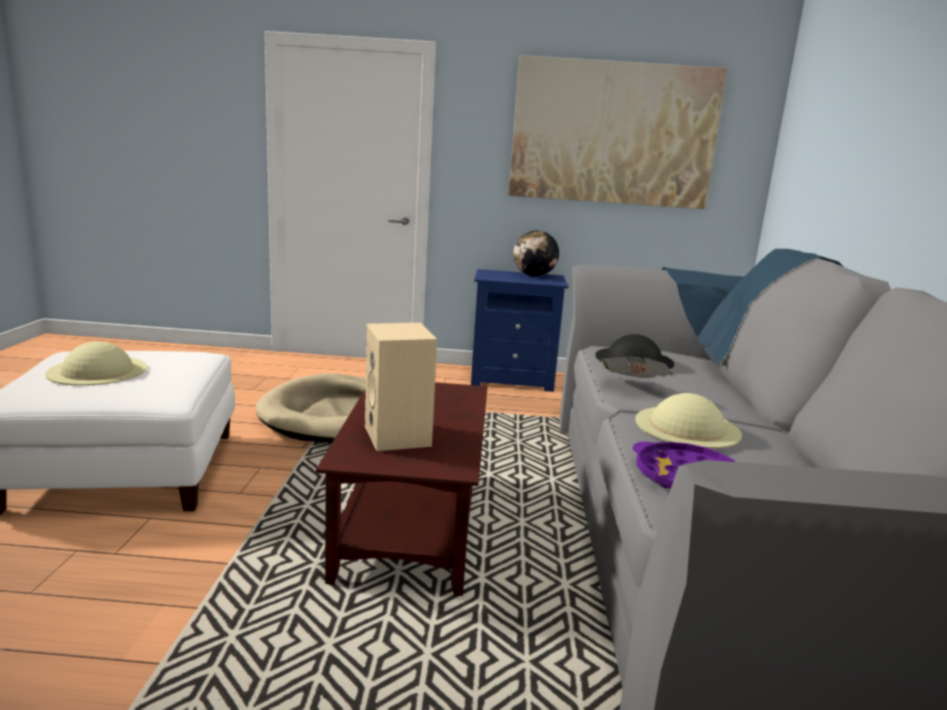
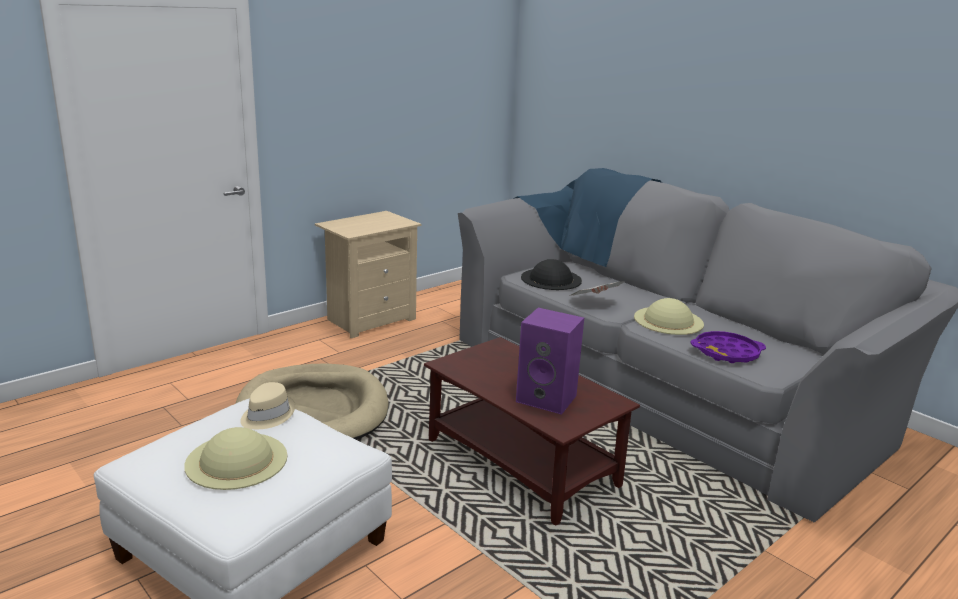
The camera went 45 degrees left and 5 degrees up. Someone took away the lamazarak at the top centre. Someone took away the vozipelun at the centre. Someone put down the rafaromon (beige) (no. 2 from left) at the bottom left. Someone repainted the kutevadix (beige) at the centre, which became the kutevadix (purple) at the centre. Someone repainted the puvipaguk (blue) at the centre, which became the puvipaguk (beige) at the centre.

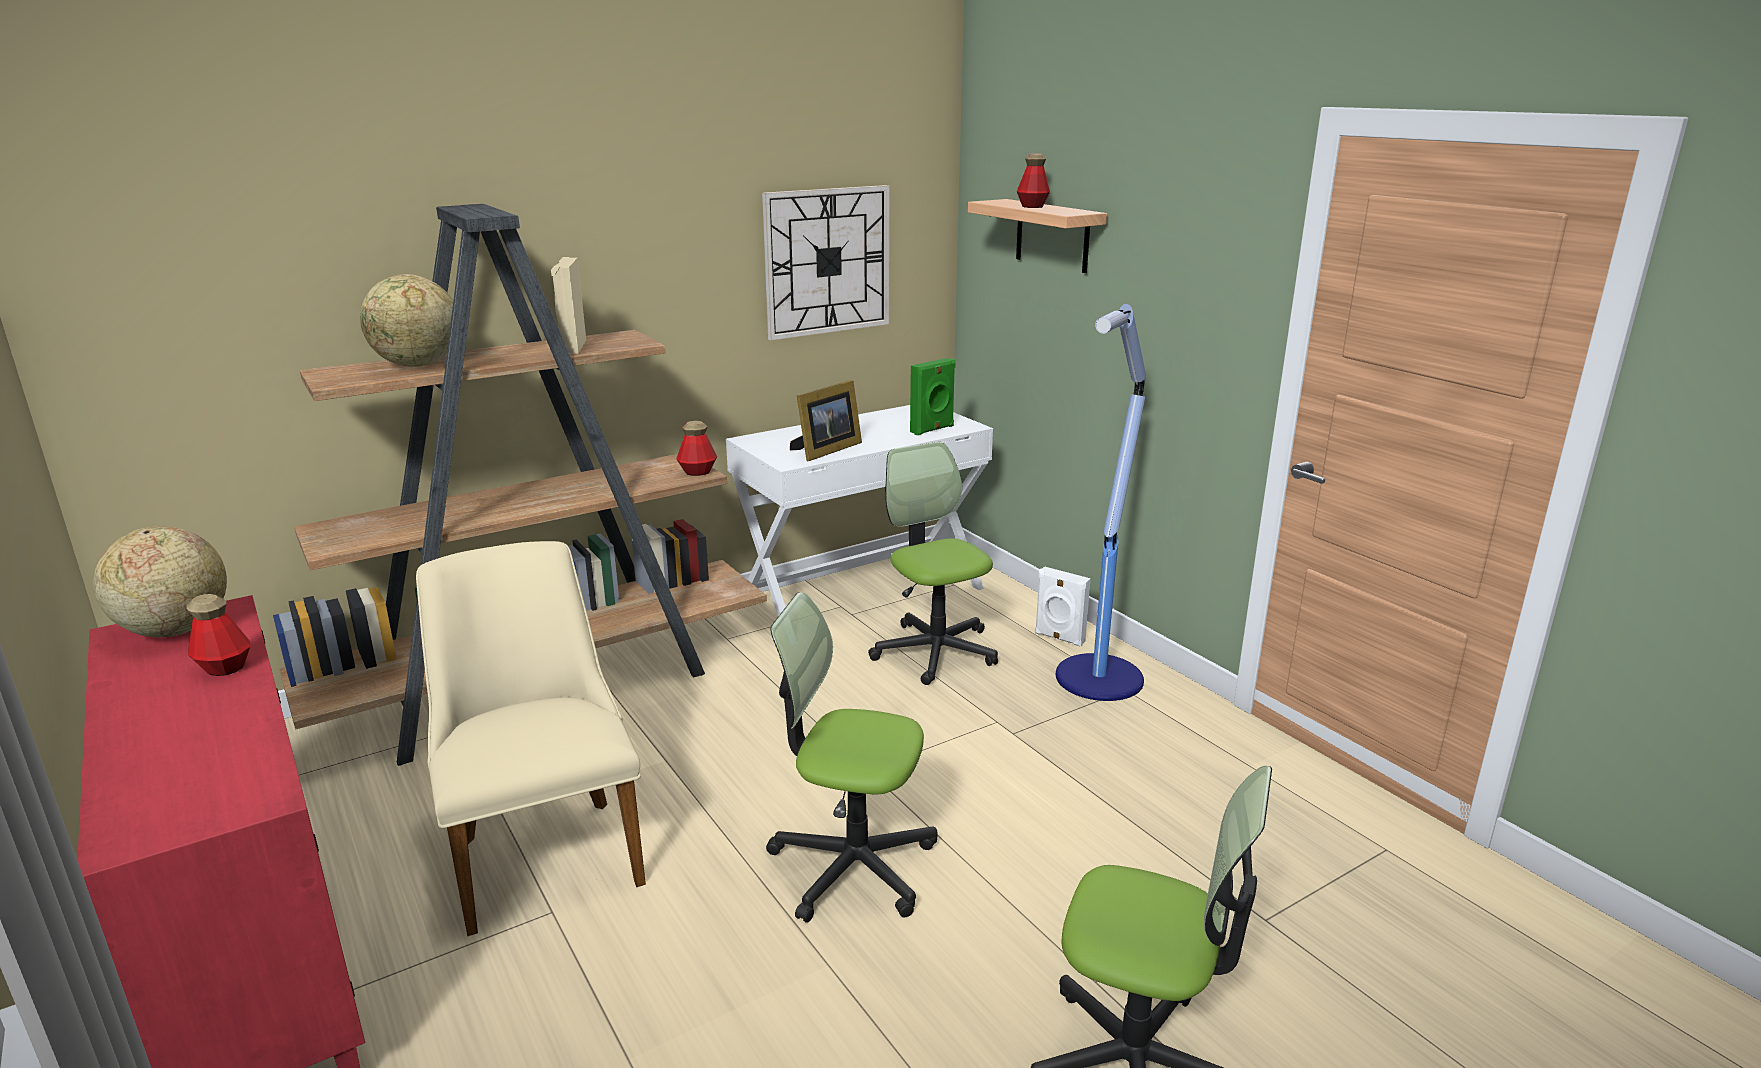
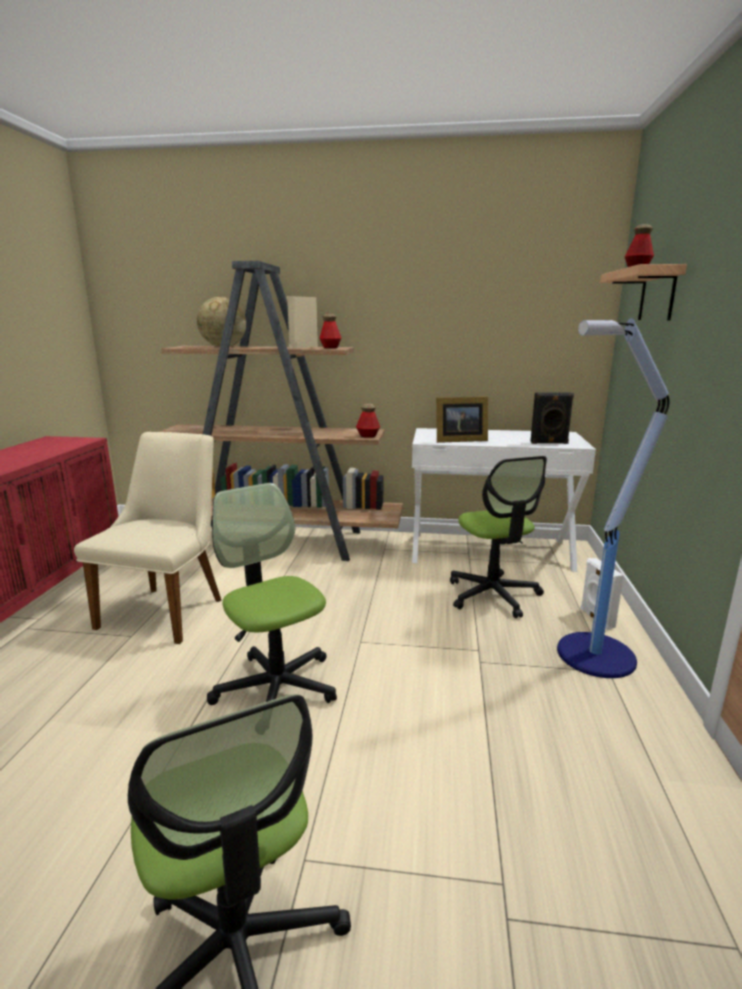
The camera went 40 degrees right and 5 degrees down. Someone took away the vozipelun (no. 1 from left) at the middle left. Someone took away the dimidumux at the top centre. Someone carried the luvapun (no. 1 from left) from the middle left to the centre. Someone repainted the kutevadix (green) at the centre, which became the kutevadix (black) at the middle right. Someone rotated the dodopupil (no. 2 from left in the first image) at the centre by 150 degrees clockwise.

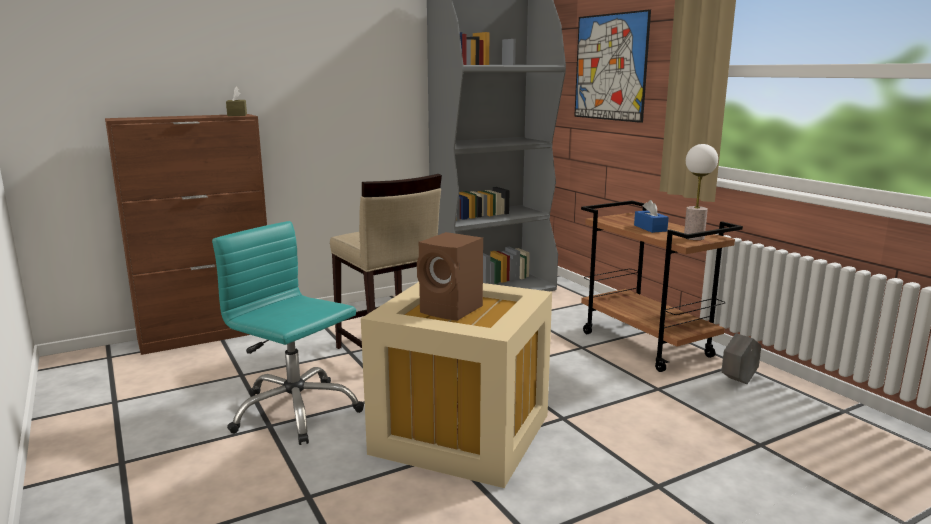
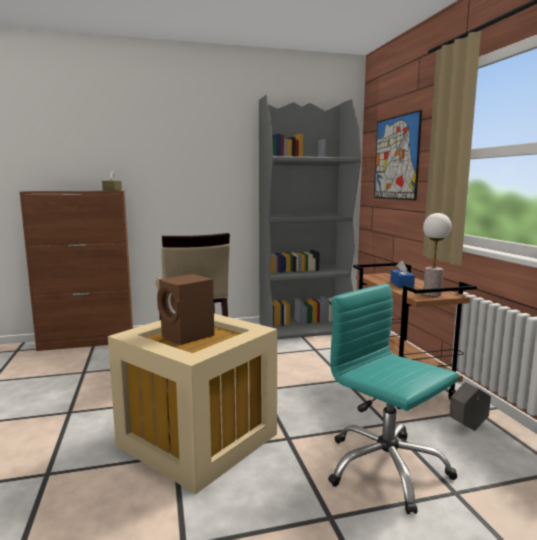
The camera went 15 degrees right and 5 degrees down. Someone carried the dodopupil (turquoise) from the middle left to the bottom right.

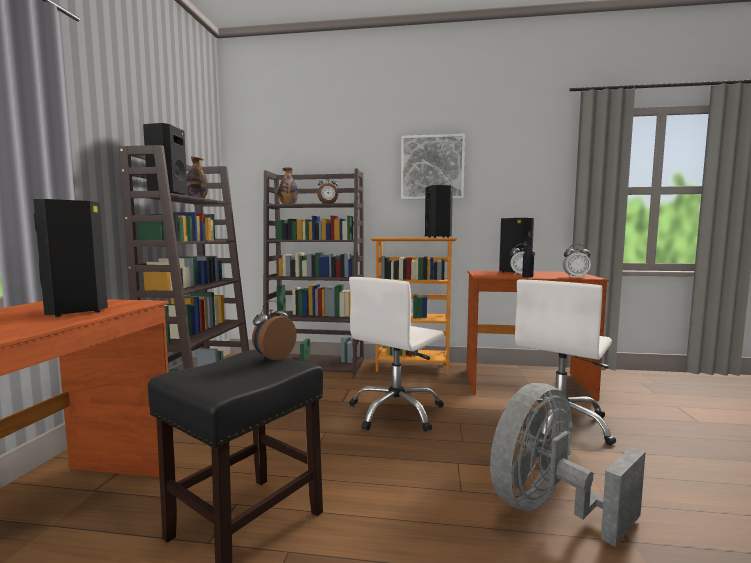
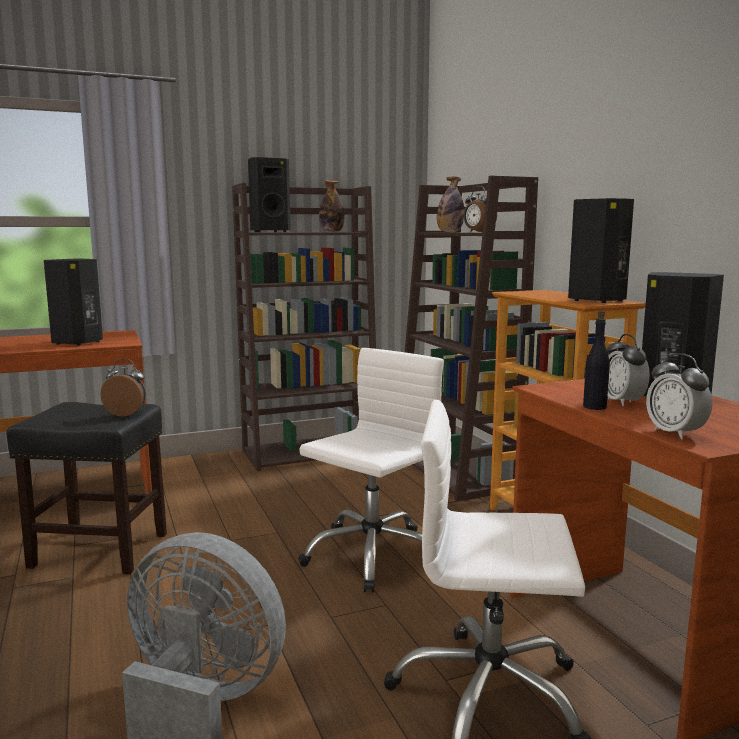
The camera went 60 degrees right and 5 degrees up. Someone took away the lamazarak at the top centre. Someone rotated the dodopupil (white) (no. 1 from left) at the centre by 120 degrees clockwise.

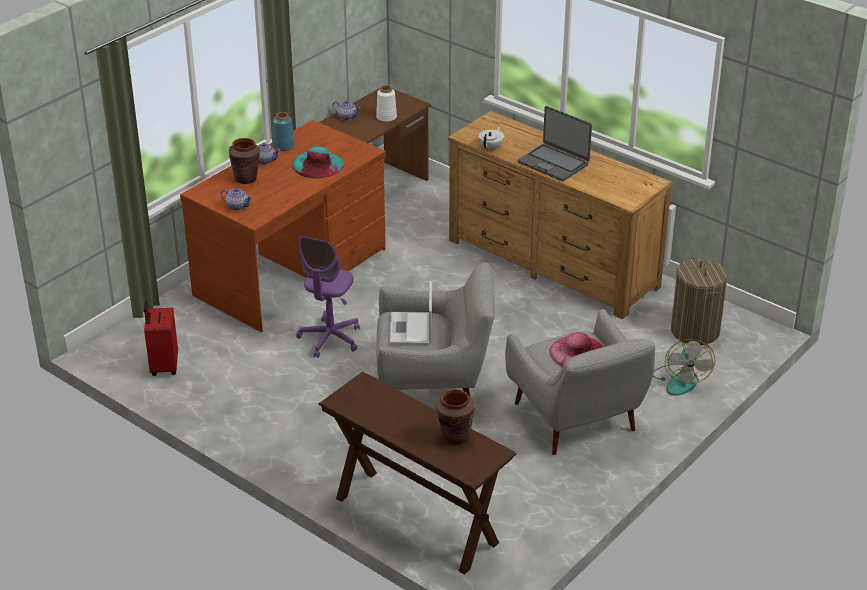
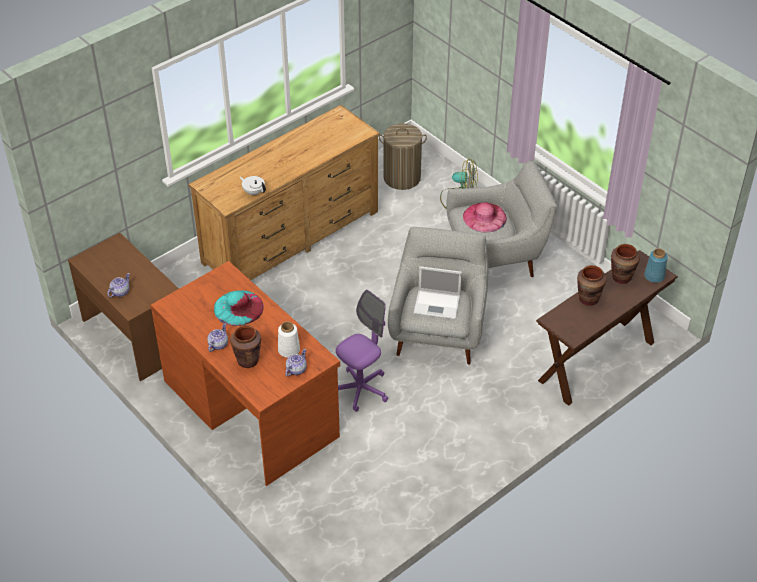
The camera went 80 degrees left and 10 degrees up. Someone took away the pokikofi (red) at the middle left. Someone took away the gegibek (no. 2 from left) at the top centre. Someone put down the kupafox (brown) (no. 2 from left) at the middle right. Someone carried the kupafox (blue) from the top left to the middle right. Someone carried the kupafox (white) from the top centre to the centre. Someone rotated the dodopupil (purple) at the centre by 75 degrees counterclockwise.

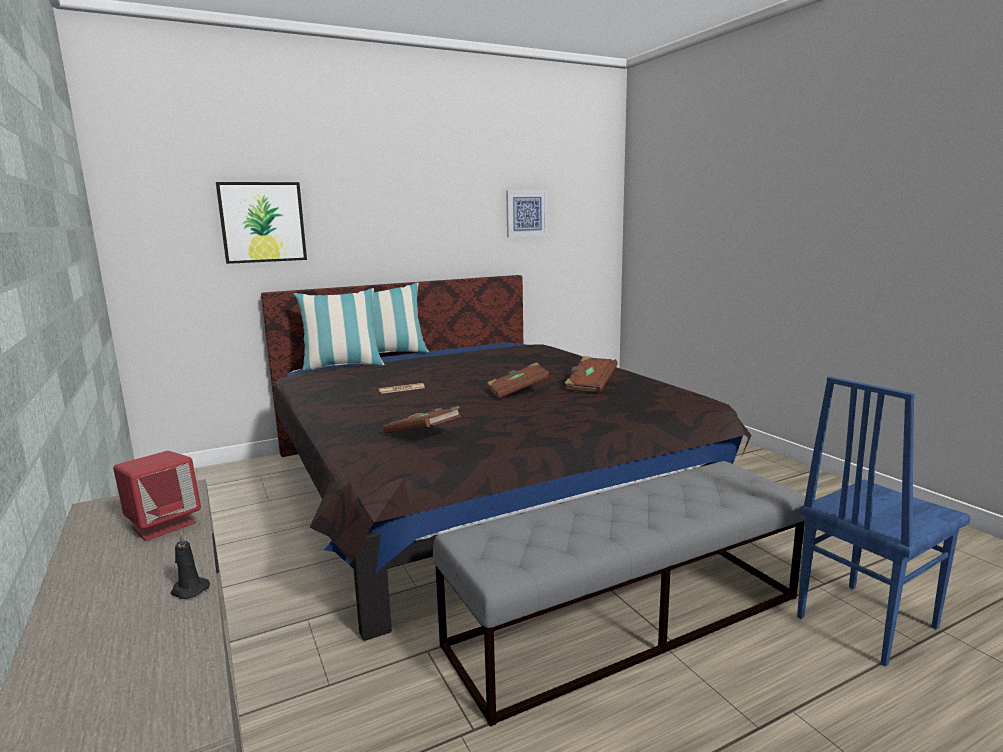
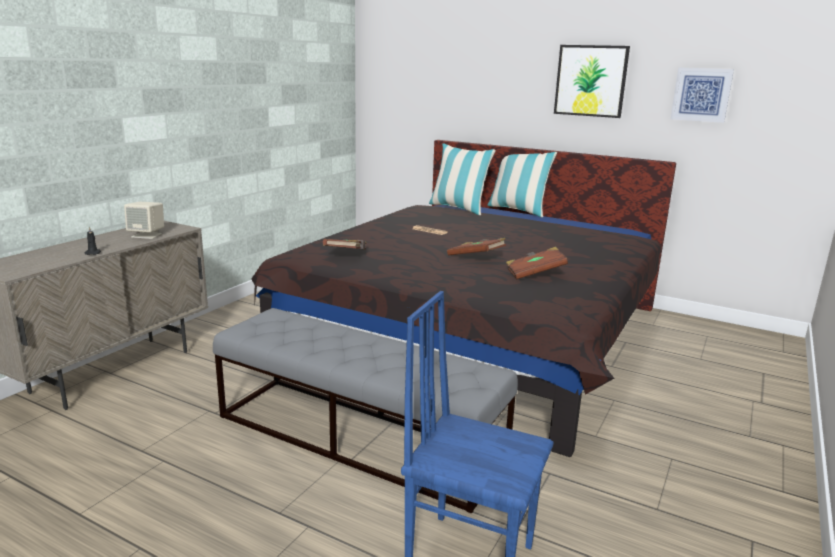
The camera went 55 degrees right and 5 degrees up. Someone carried the lamazarak (no. 1 from left) from the top left to the top right. Someone repainted the kutevadix (red) at the middle left, which became the kutevadix (beige) at the middle left.

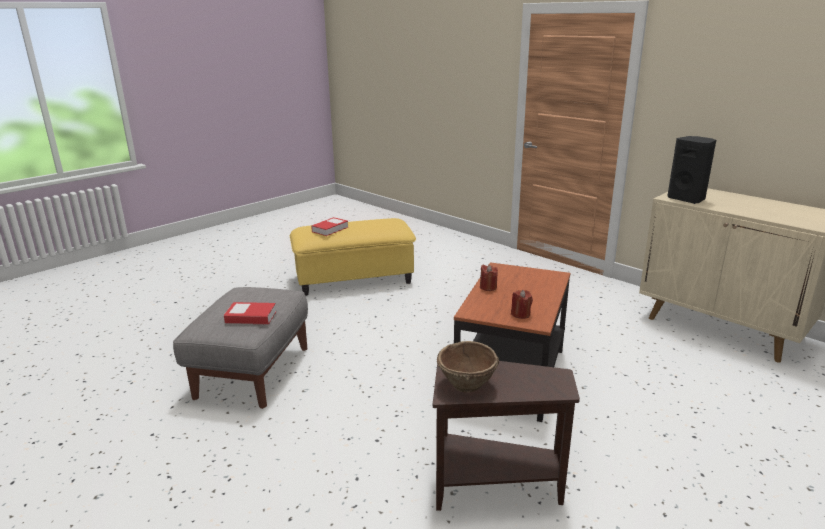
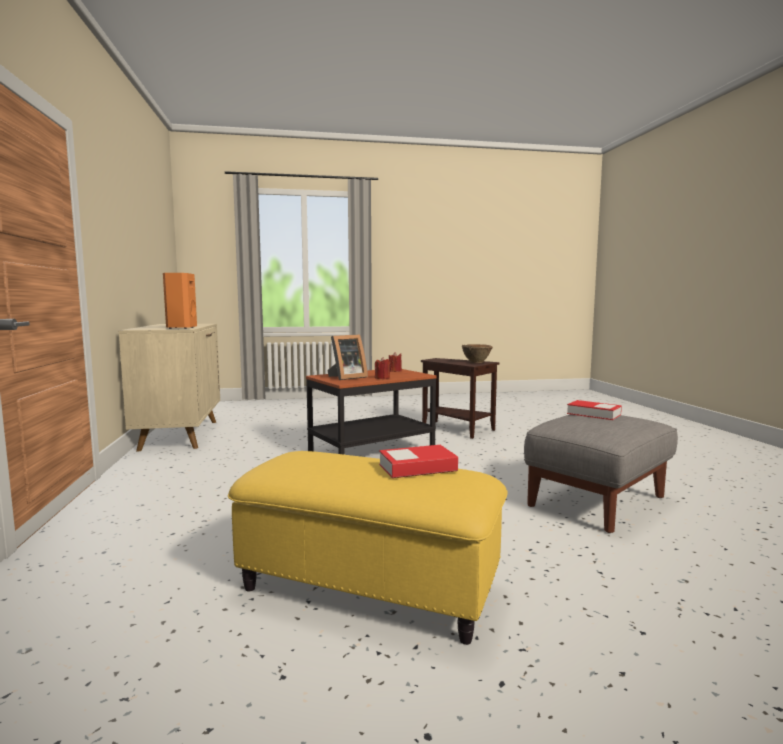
The camera went 145 degrees left and 15 degrees down. Someone put down the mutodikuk at the centre. Someone repainted the kutevadix (black) at the top right, which became the kutevadix (orange) at the middle left.

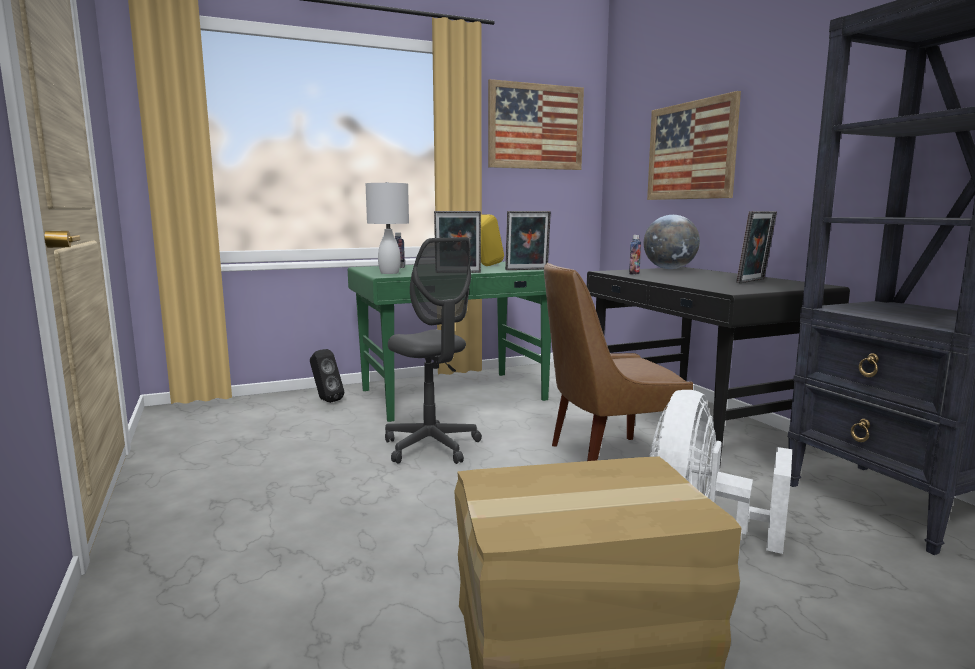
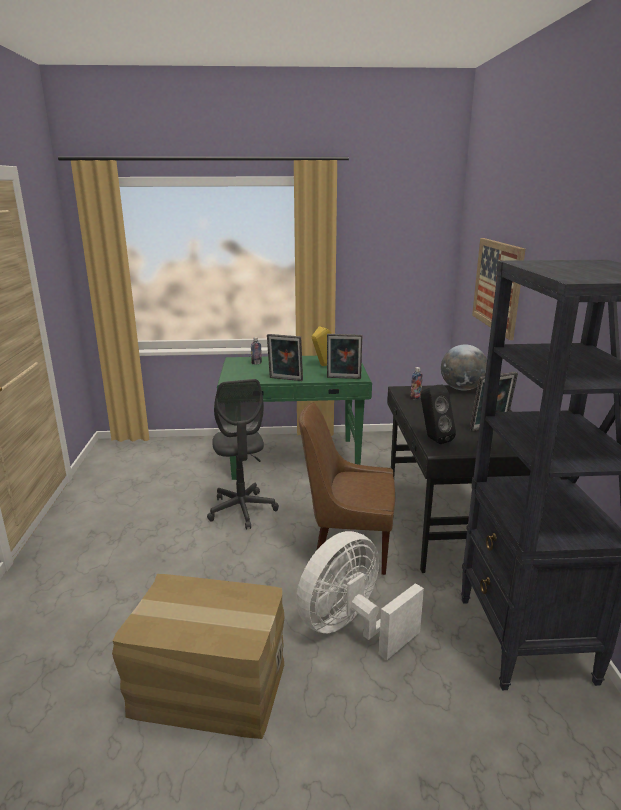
The camera went 20 degrees right and 10 degrees up. Someone took away the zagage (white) at the centre. Someone took away the lamazarak (no. 1 from left) at the top centre. Someone carried the kutevadix (black) from the centre to the middle right.

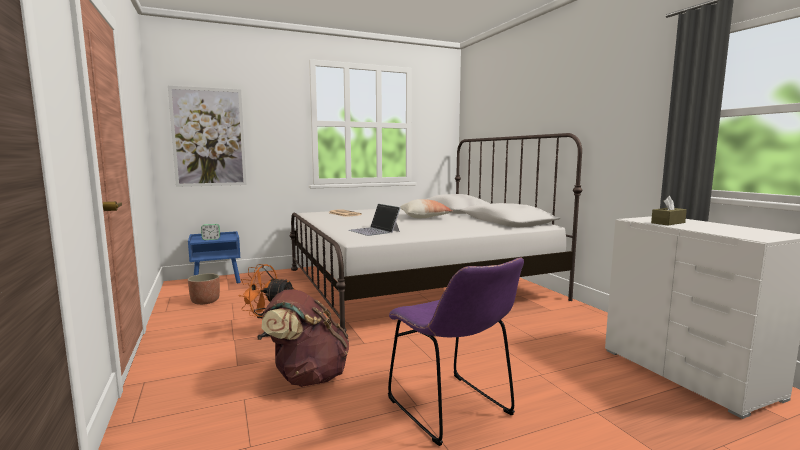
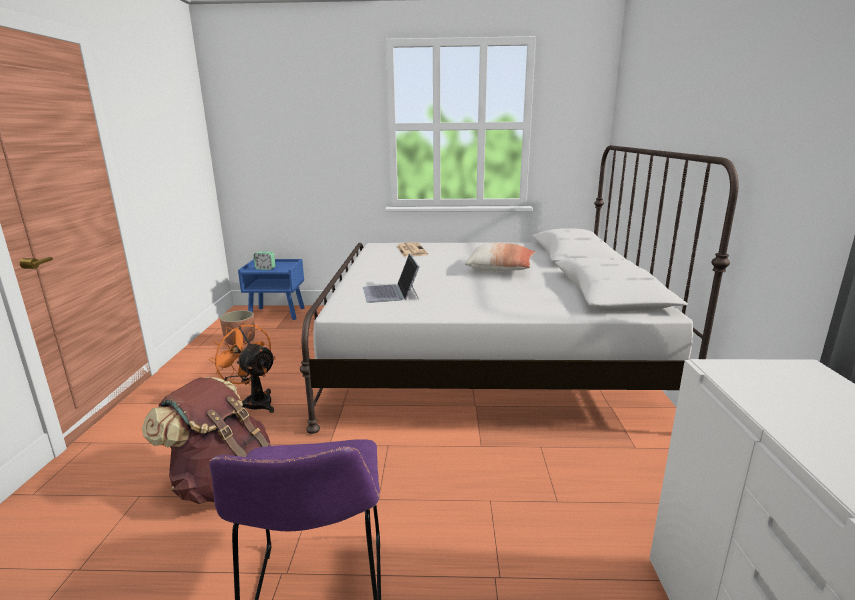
The camera went 25 degrees right and 10 degrees up. Someone took away the lamazarak at the top left. Someone took away the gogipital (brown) at the middle right.

